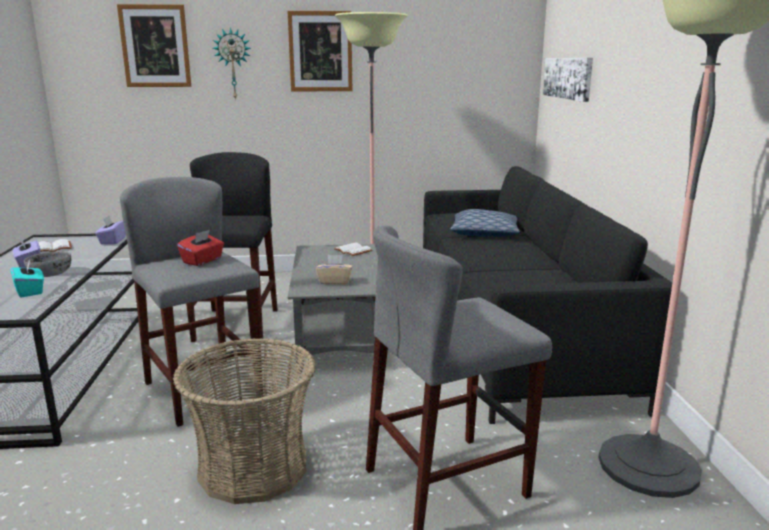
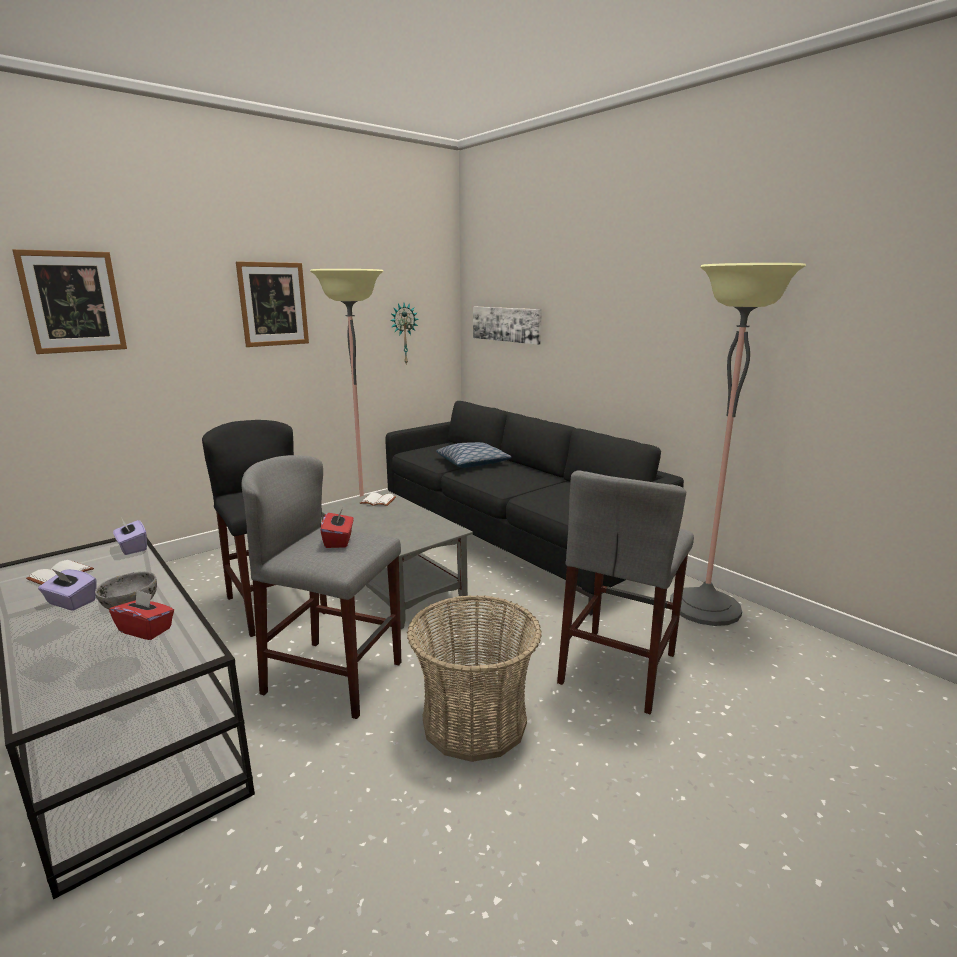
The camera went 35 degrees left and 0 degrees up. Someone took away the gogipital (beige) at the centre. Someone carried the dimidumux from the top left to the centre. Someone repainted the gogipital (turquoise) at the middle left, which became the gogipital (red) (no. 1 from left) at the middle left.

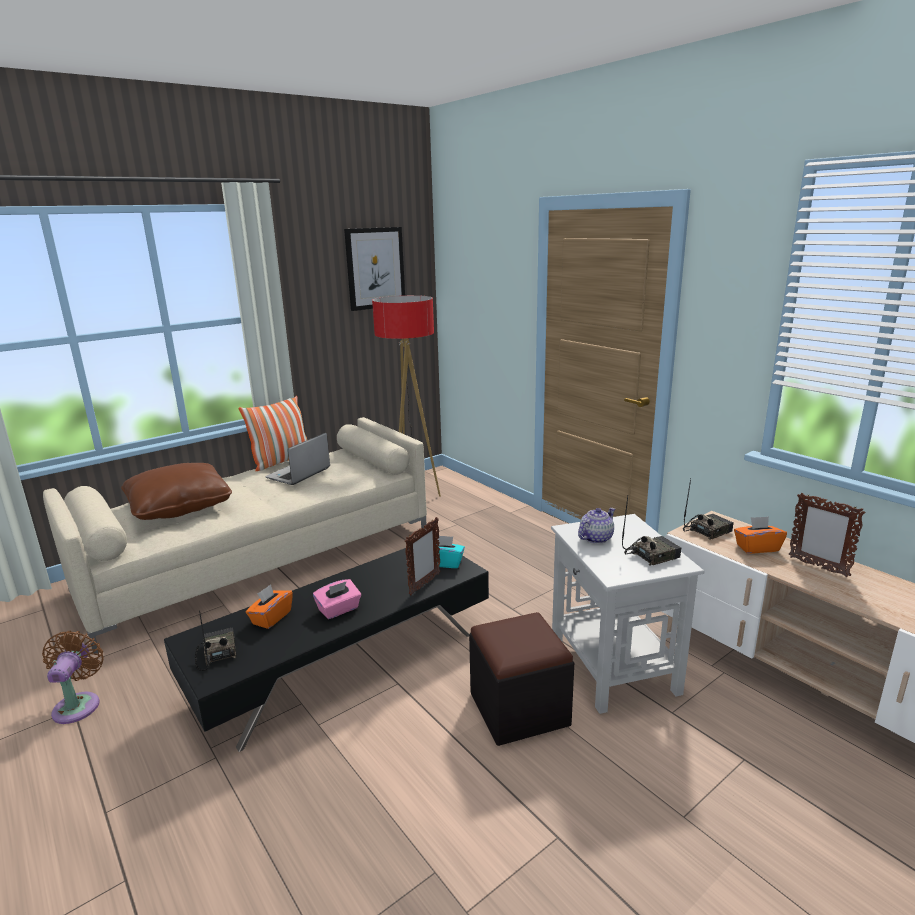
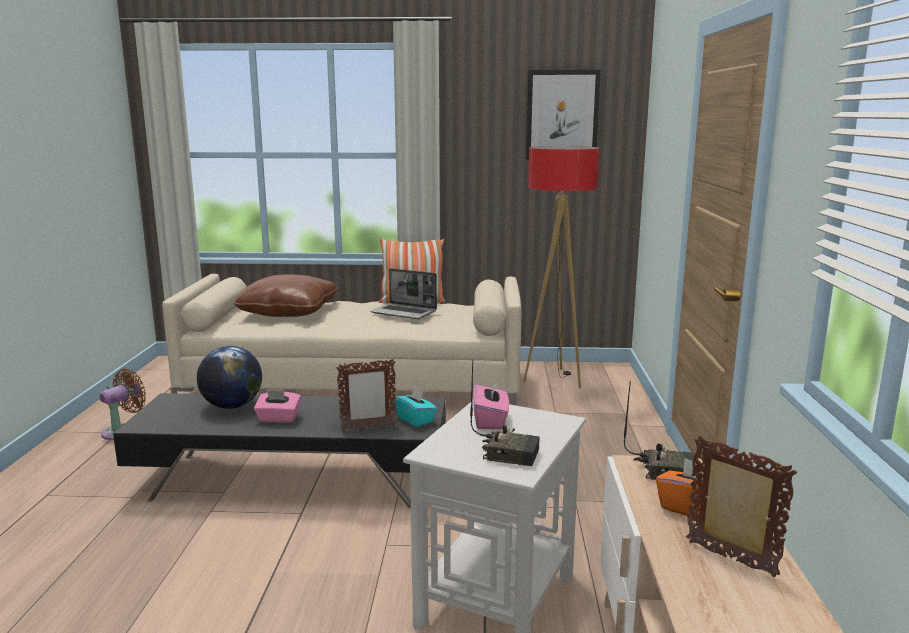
The camera went 40 degrees right and 5 degrees down. Someone took away the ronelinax (no. 1 from left) at the bottom left. Someone took away the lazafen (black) at the bottom centre. Someone swapped the gogipital (orange) (no. 1 from left) at the middle left for the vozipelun at the middle left. Someone swapped the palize at the centre for the gogipital (pink) (no. 2 from left) at the centre. Someone rotated the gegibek at the middle left by 135 degrees counterclockwise. Someone rotated the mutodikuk (no. 2 from left) at the middle right by 135 degrees clockwise.

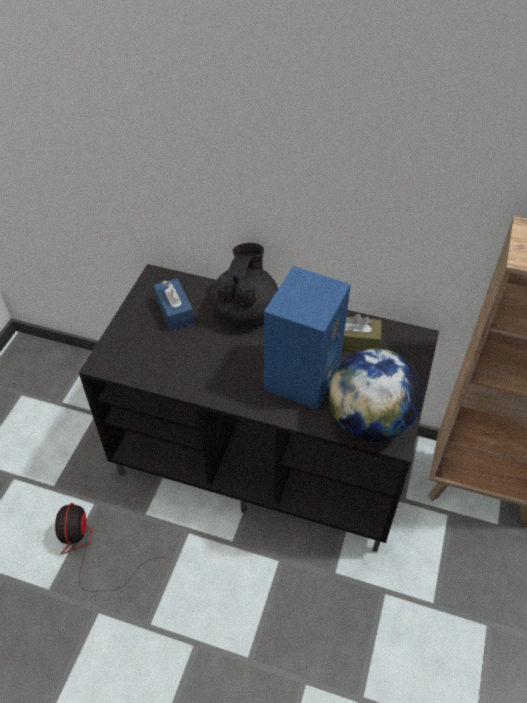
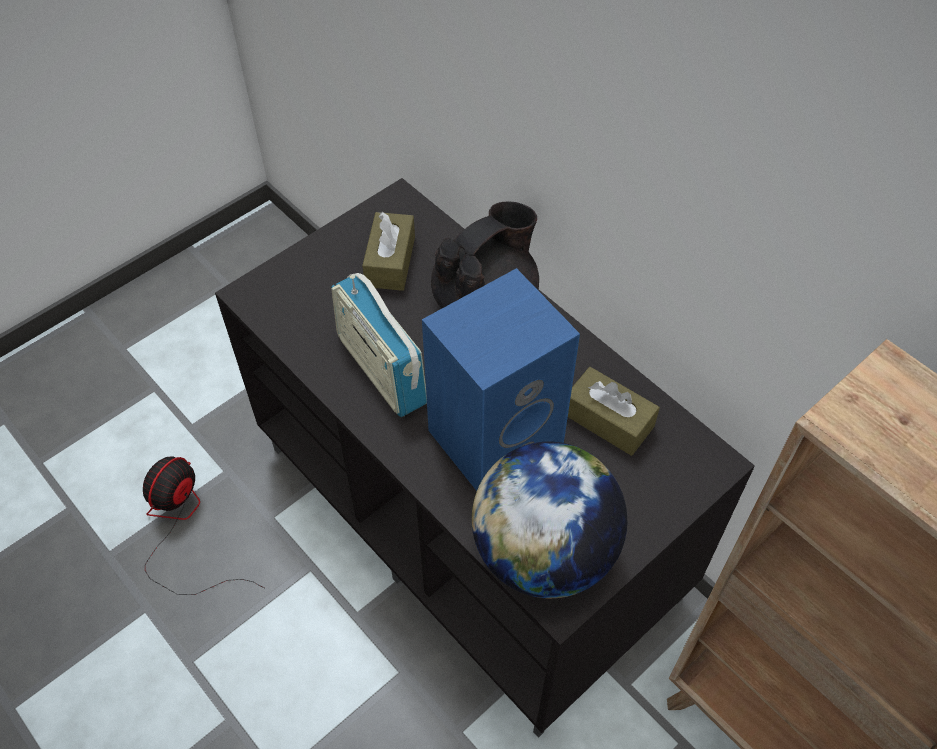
The camera went 30 degrees right and 5 degrees up. Someone put down the ronelinax at the centre. Someone repainted the gogipital (blue) at the middle left, which became the gogipital (brown) (no. 1 from left) at the centre.

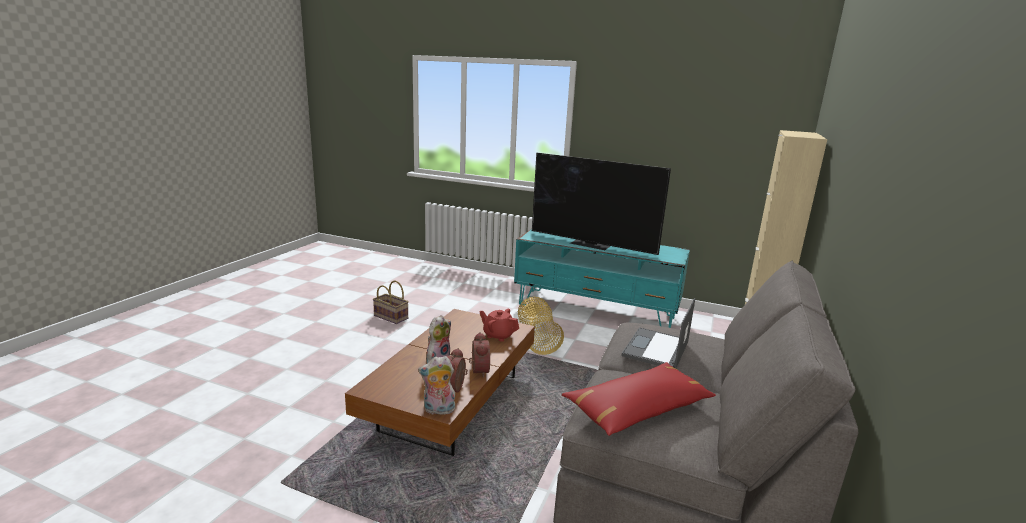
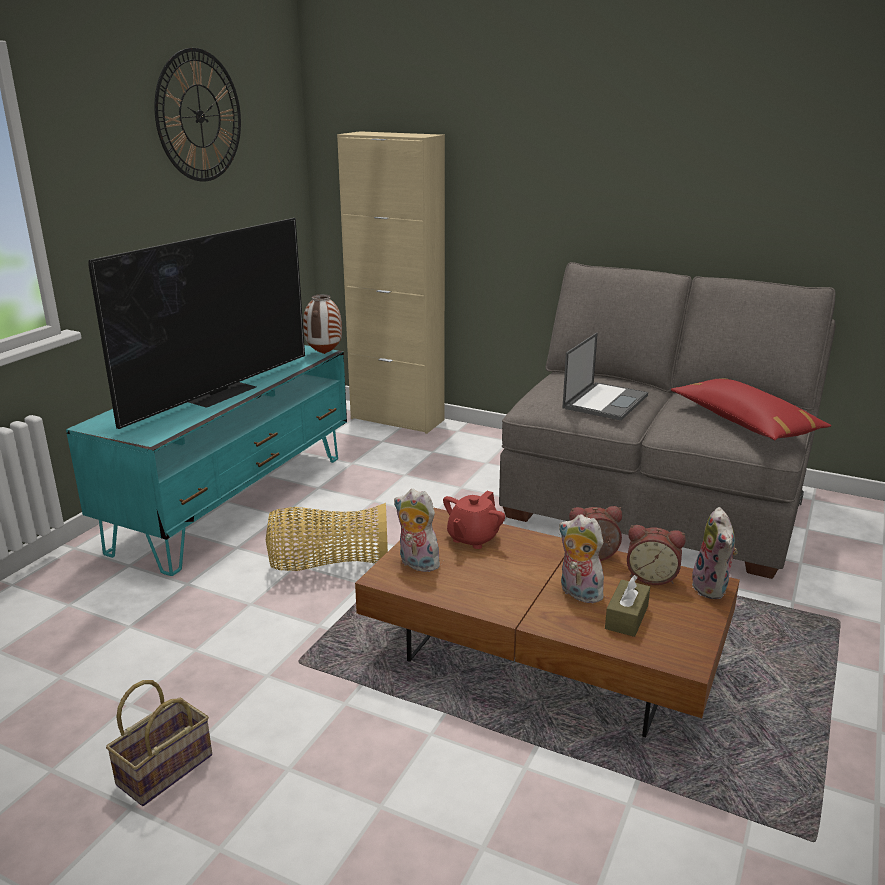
The camera went 85 degrees left and 5 degrees up. Someone put up the dimidumux at the top left. Someone put down the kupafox at the centre. Someone put down the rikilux (no. 1 from left) at the centre. Someone put down the gogipital (brown) at the bottom right. Someone rotated the gegibek at the centre by 90 degrees counterclockwise.

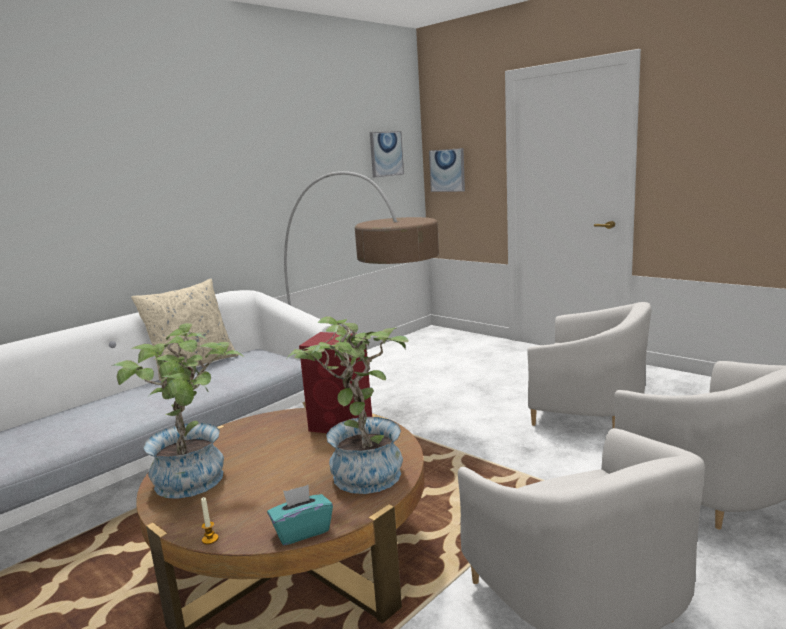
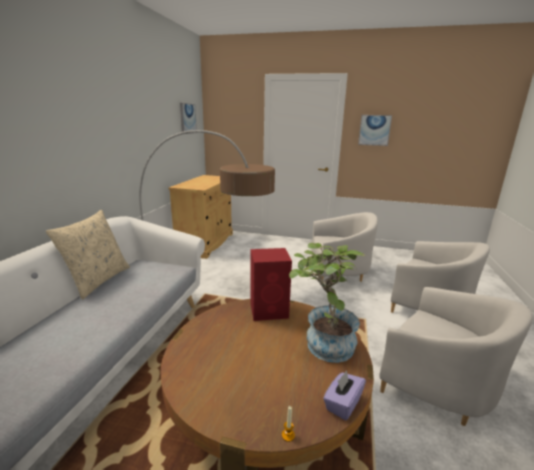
The camera went 30 degrees left and 5 degrees up. Someone took away the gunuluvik (no. 1 from left) at the middle left. Someone put down the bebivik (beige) at the centre. Someone carried the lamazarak (no. 2 from left) from the top centre to the top right. Someone repainted the gogipital (turquoise) at the bottom centre, which became the gogipital (purple) at the bottom centre.

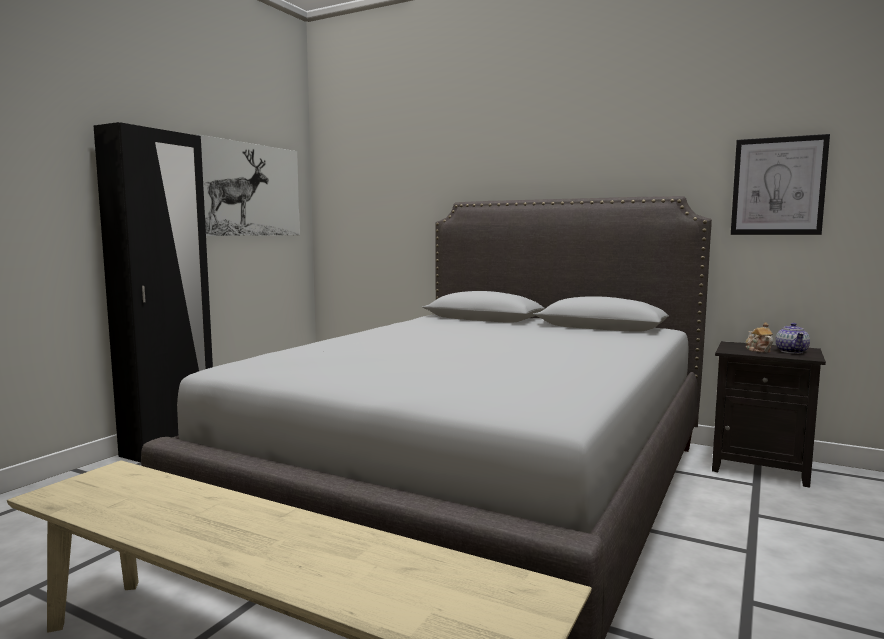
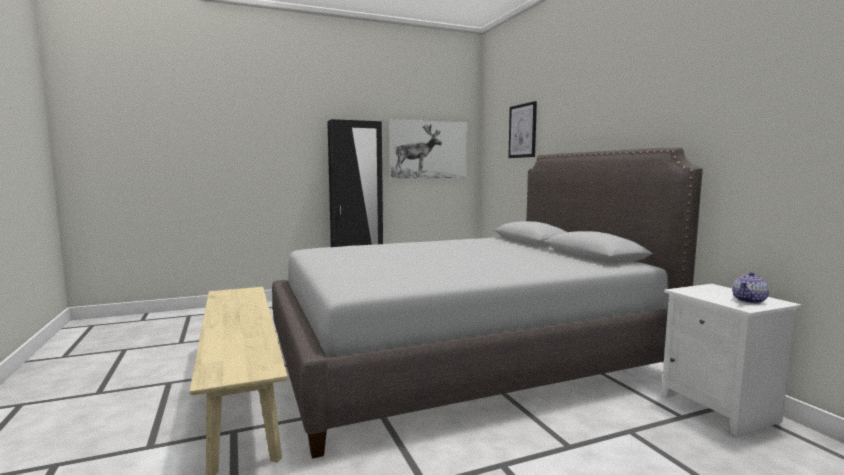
The camera went 40 degrees right and 0 degrees up. Someone took away the palize (no. 1 from left) at the middle right. Someone carried the lamazarak (no. 2 from left) from the top right to the top centre. Someone repainted the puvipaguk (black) at the middle right, which became the puvipaguk (white) at the bottom right.

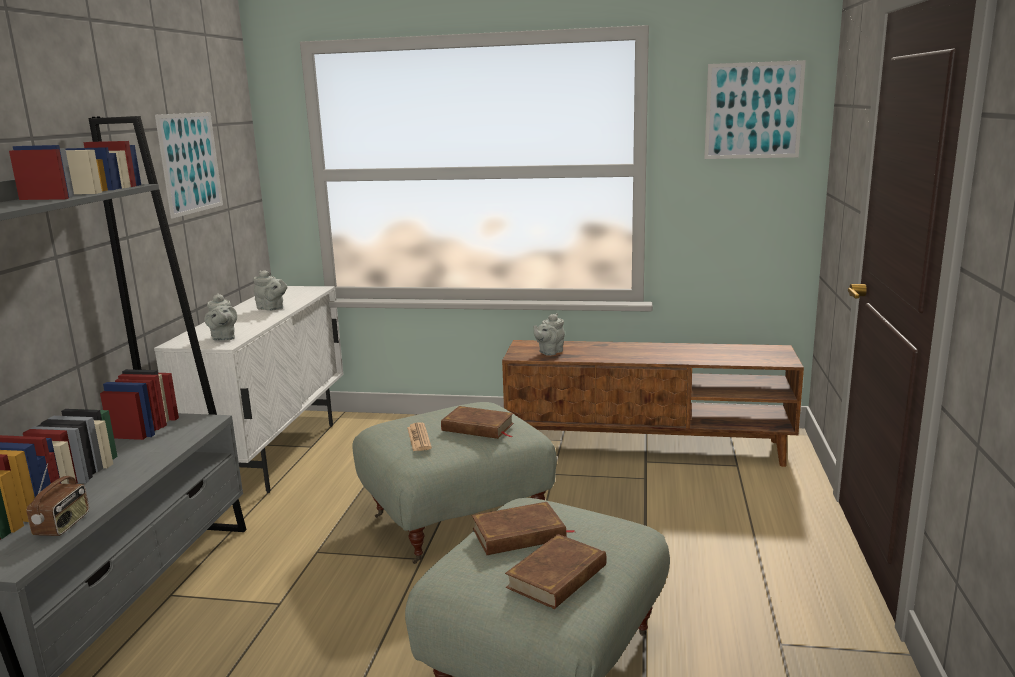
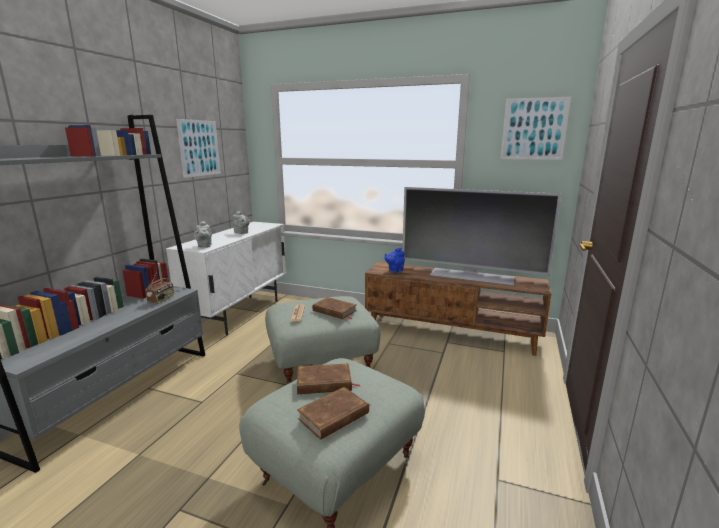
The camera went 10 degrees right and 0 degrees up. Someone put down the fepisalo at the middle right. Someone carried the ronelinax from the bottom left to the middle left. Someone repainted the palize (grey) (no. 3 from left) at the centre, which became the palize (blue) at the centre.

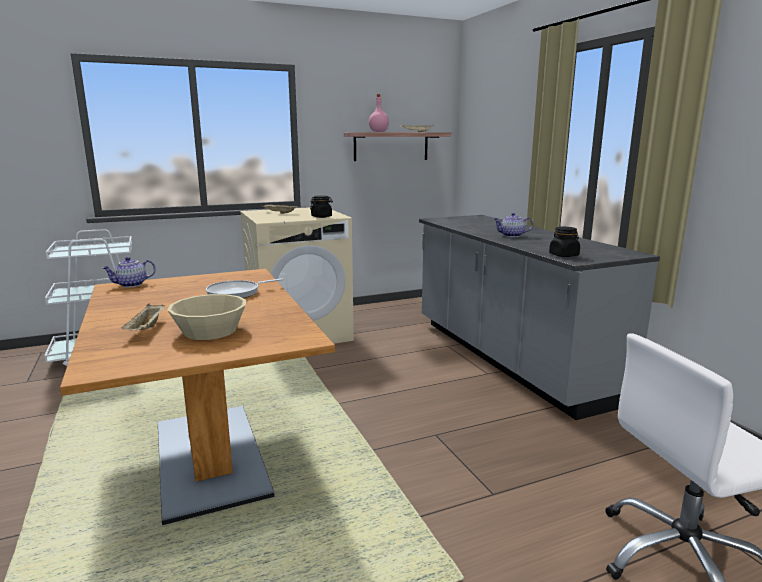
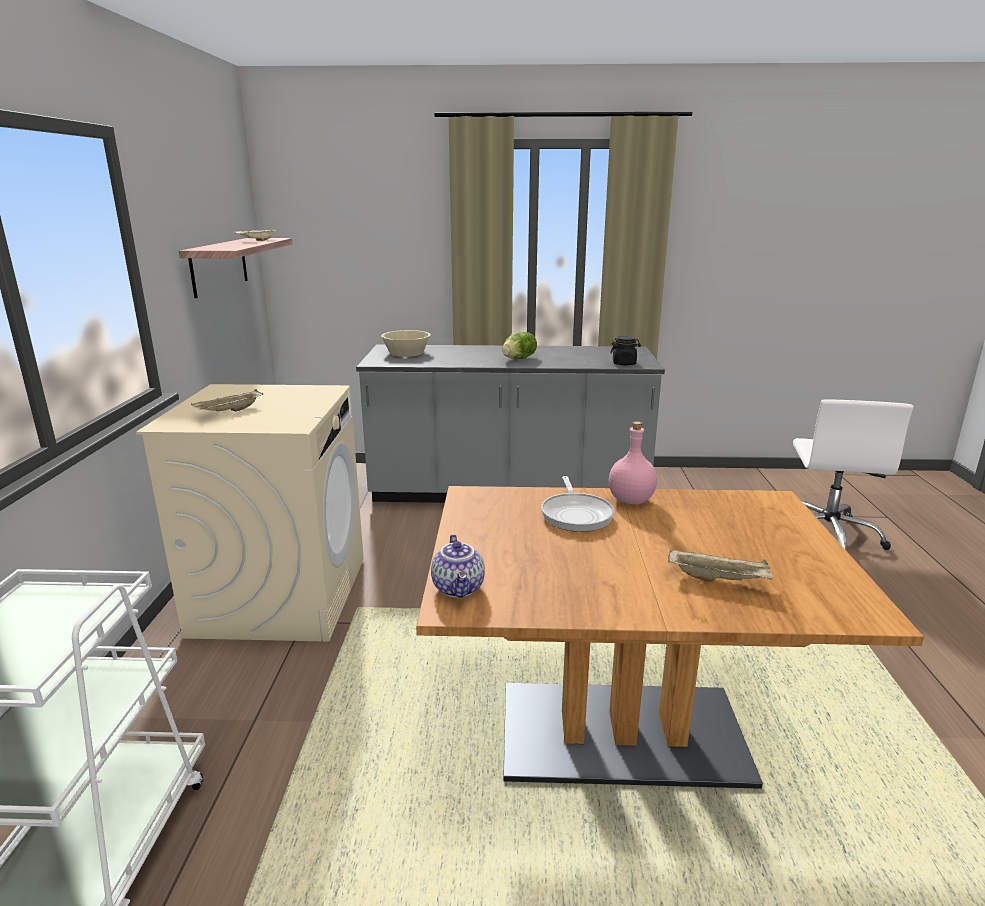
The camera went 65 degrees left and 5 degrees up. Someone took away the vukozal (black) (no. 1 from left) at the centre. Someone carried the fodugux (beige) from the middle left to the centre. Someone carried the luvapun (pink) from the top centre to the centre. Someone swapped the palize (no. 2 from left) at the middle right for the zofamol at the centre.

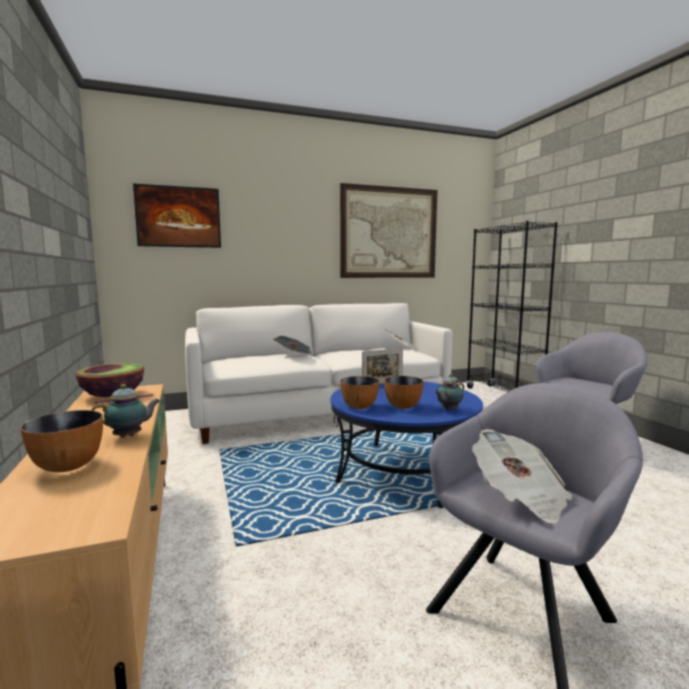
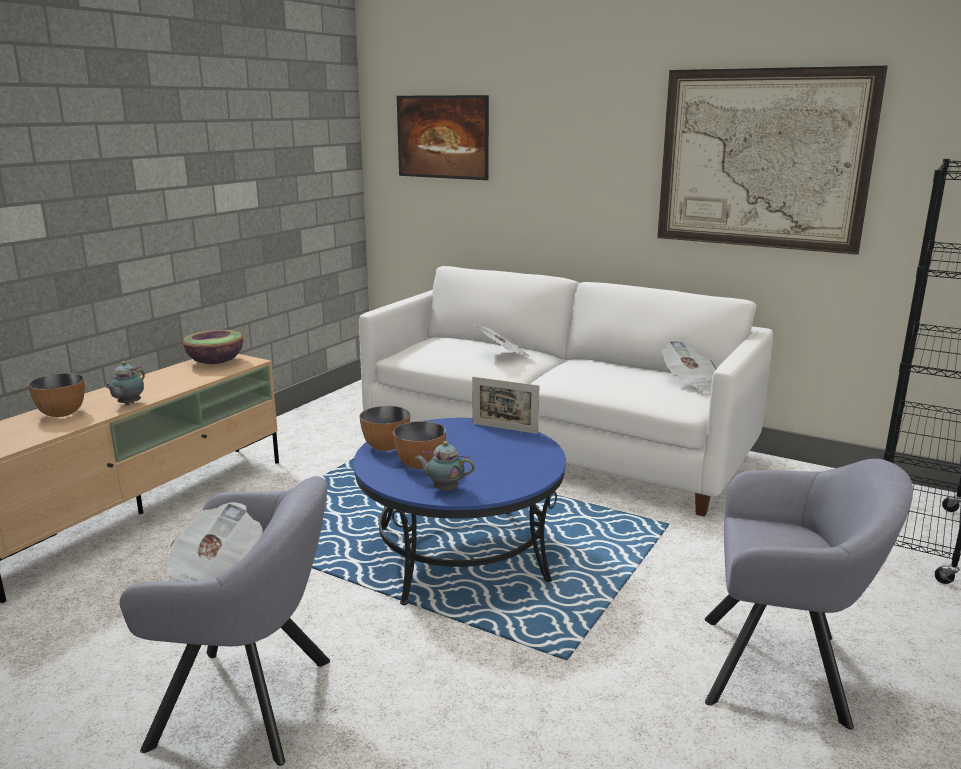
The camera went 50 degrees right and 10 degrees up. Someone rotated the palize (no. 1 from left) at the middle left by 90 degrees clockwise.

